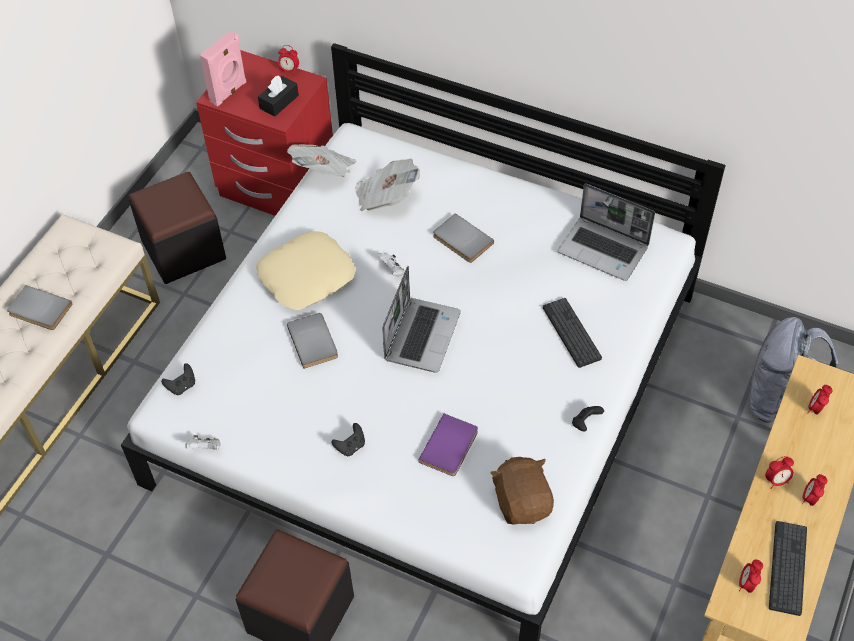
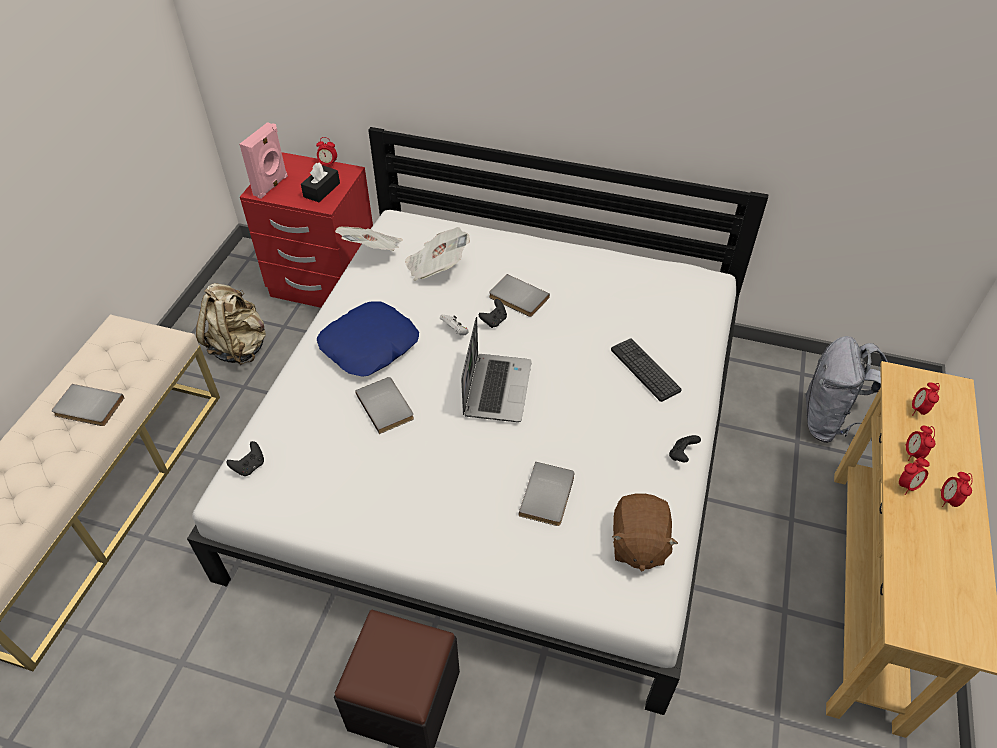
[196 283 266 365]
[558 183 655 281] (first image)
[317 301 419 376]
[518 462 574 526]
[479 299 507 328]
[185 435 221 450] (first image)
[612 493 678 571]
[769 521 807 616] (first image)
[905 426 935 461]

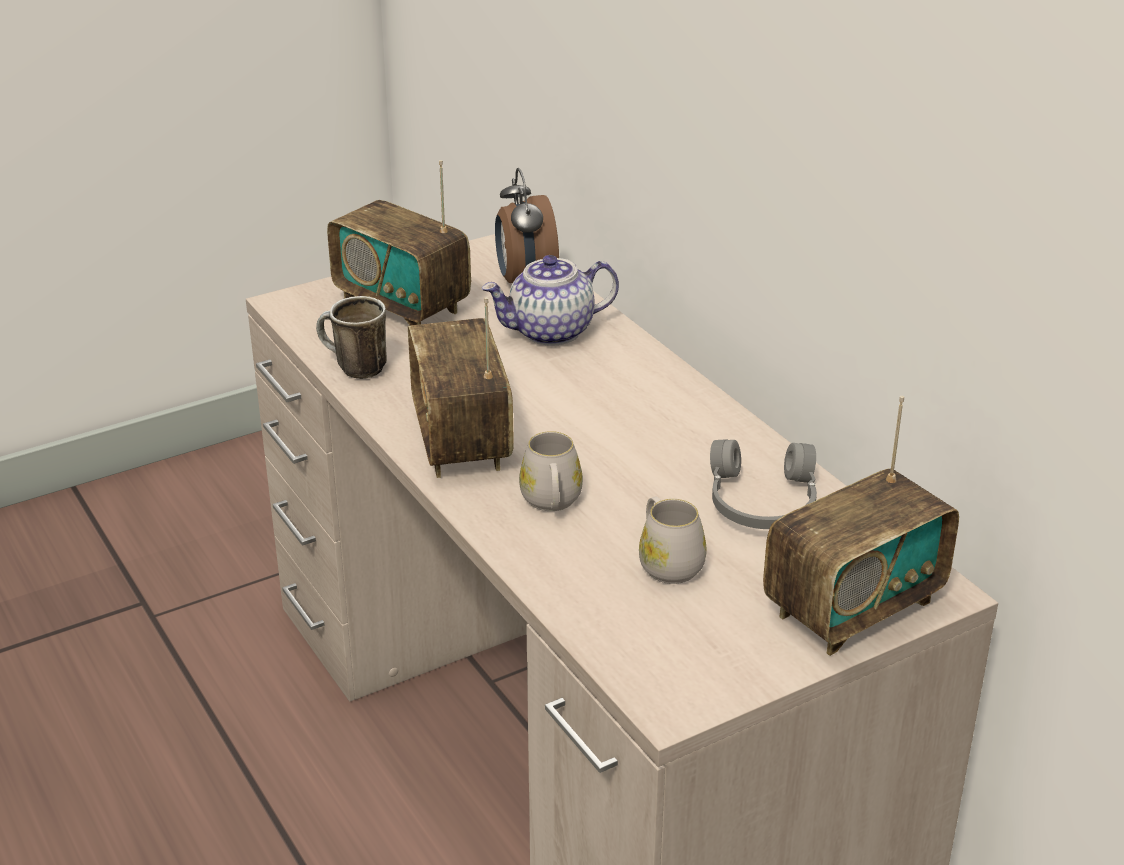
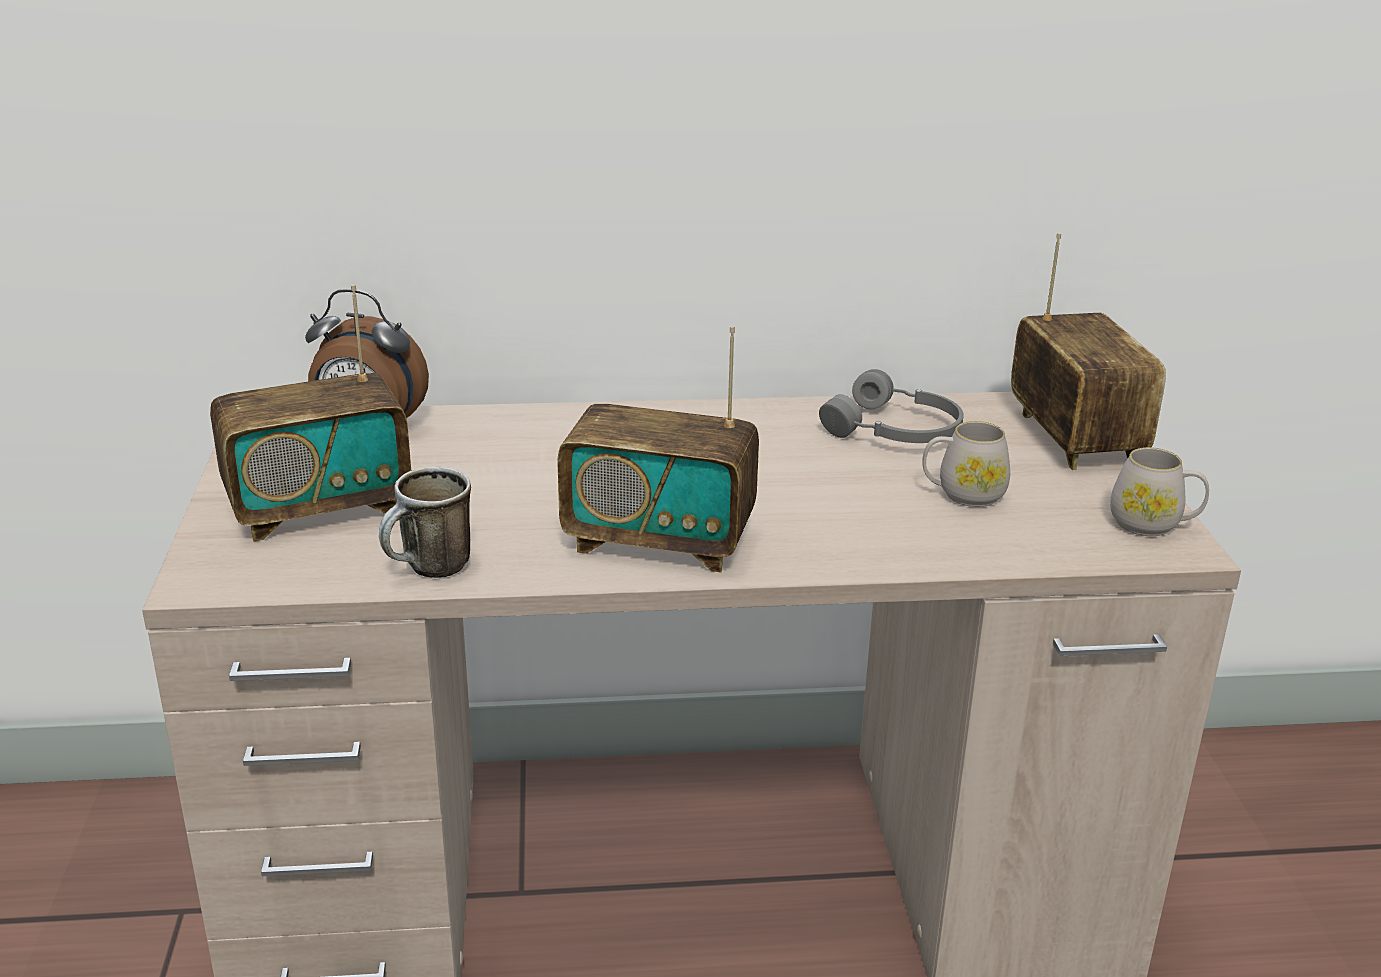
[482 255 619 346] (first image)
[1110 447 1209 536]

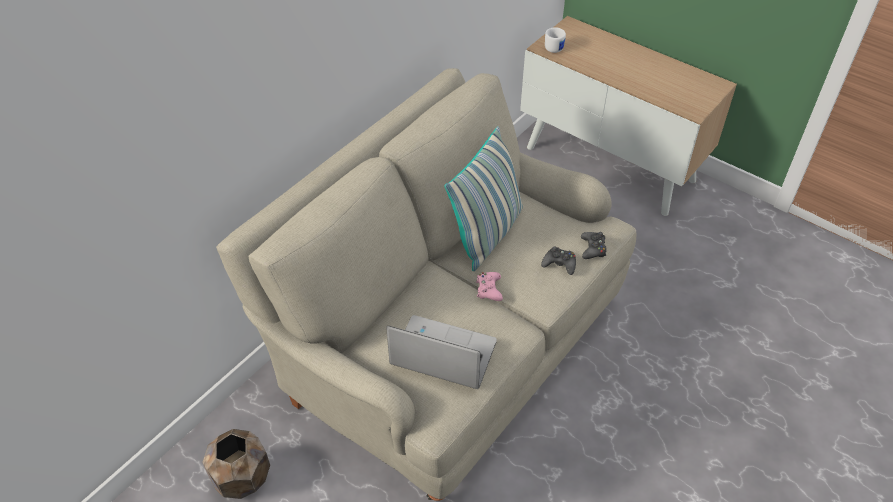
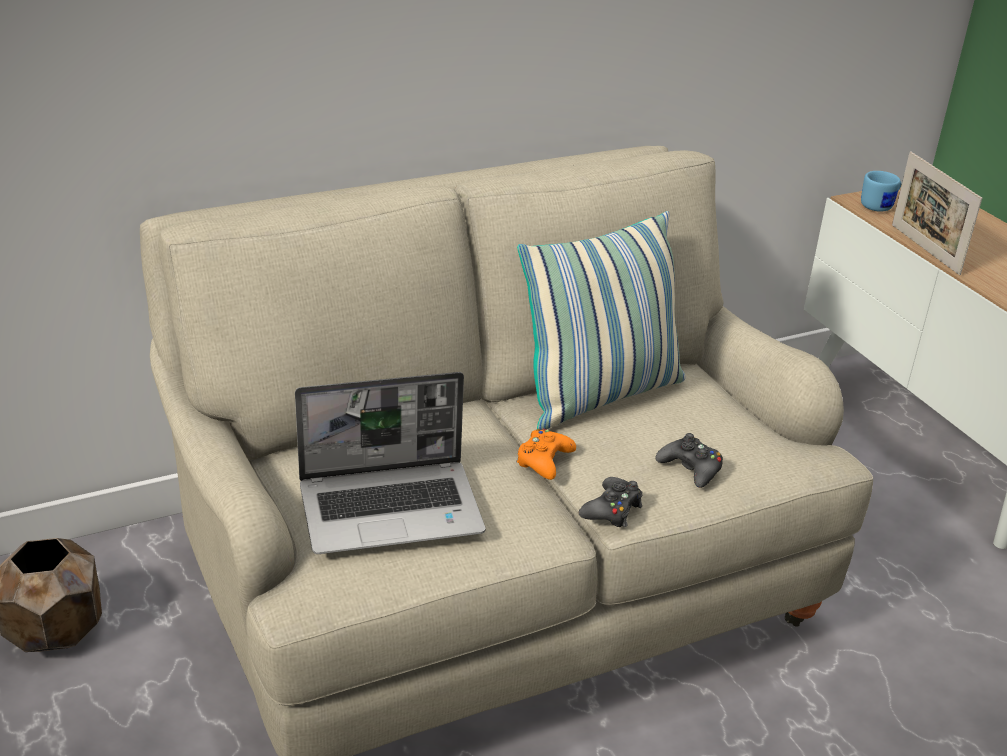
[861 171 901 212]
[579 477 643 527]
[516 429 576 480]
[295 372 486 554]
[892 151 982 275]

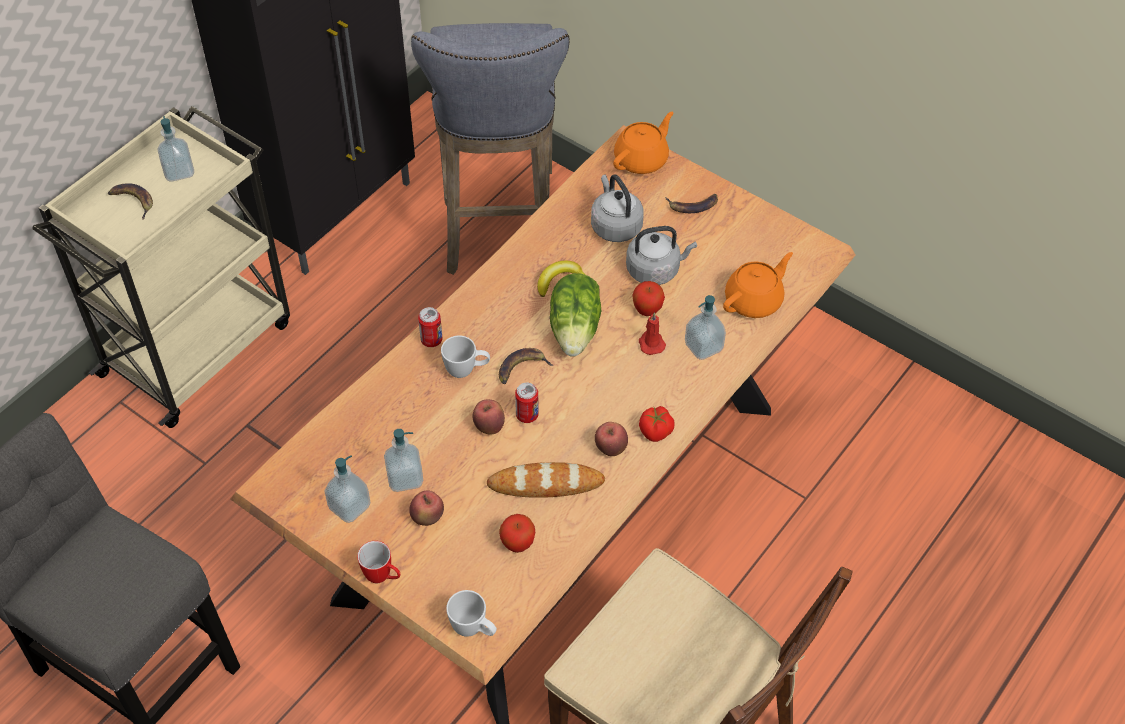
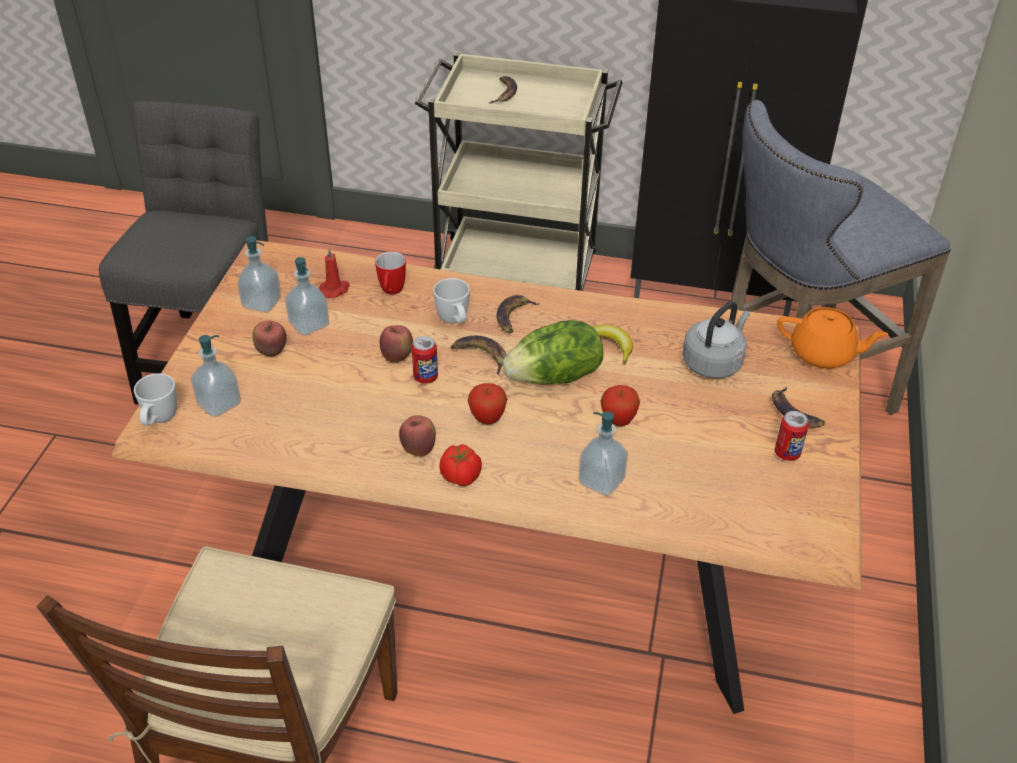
[191 335 241 417]
[626 226 697 285] (first image)
[723 252 793 318] (first image)
[775 411 809 461]
[319 248 350 298]
[487 462 605 498] (first image)
[468 383 507 424]
[375 251 406 295]
[496 295 540 333]

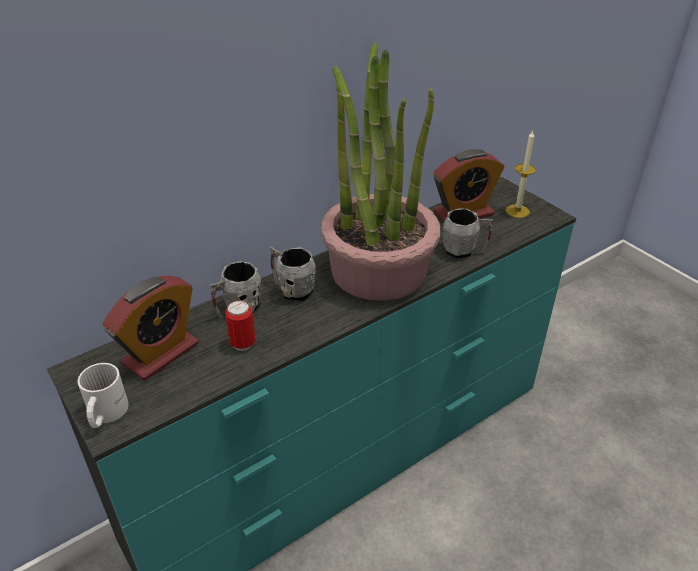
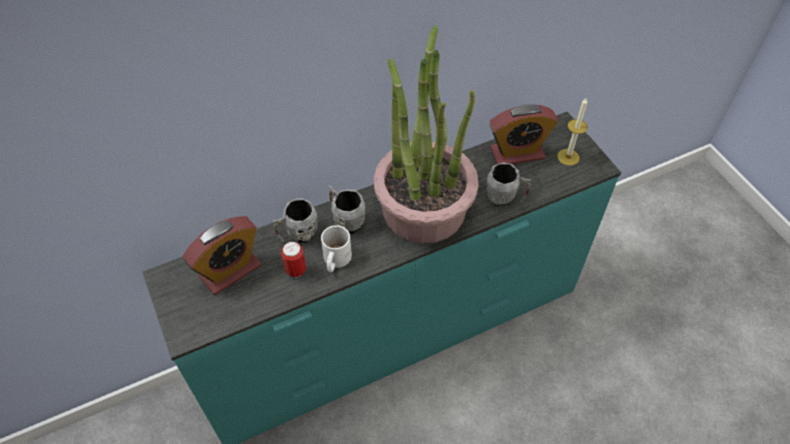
[321 225 352 272]

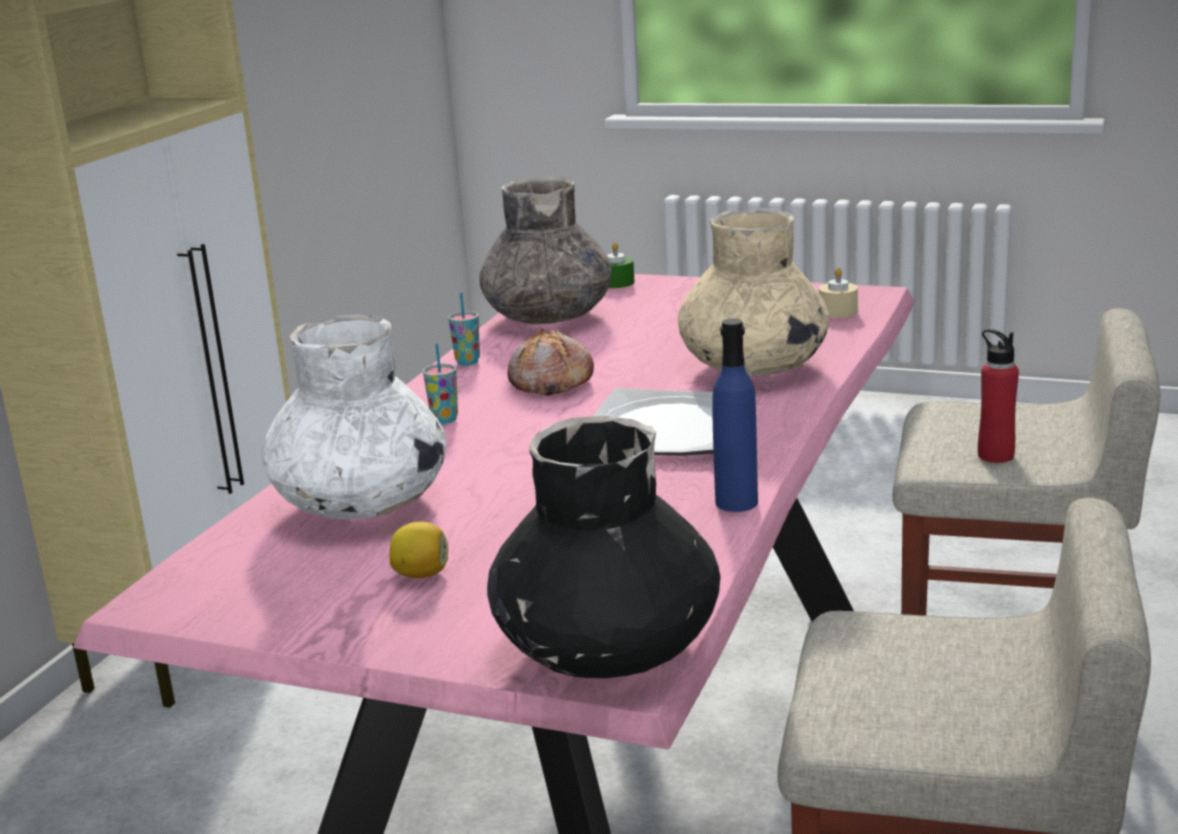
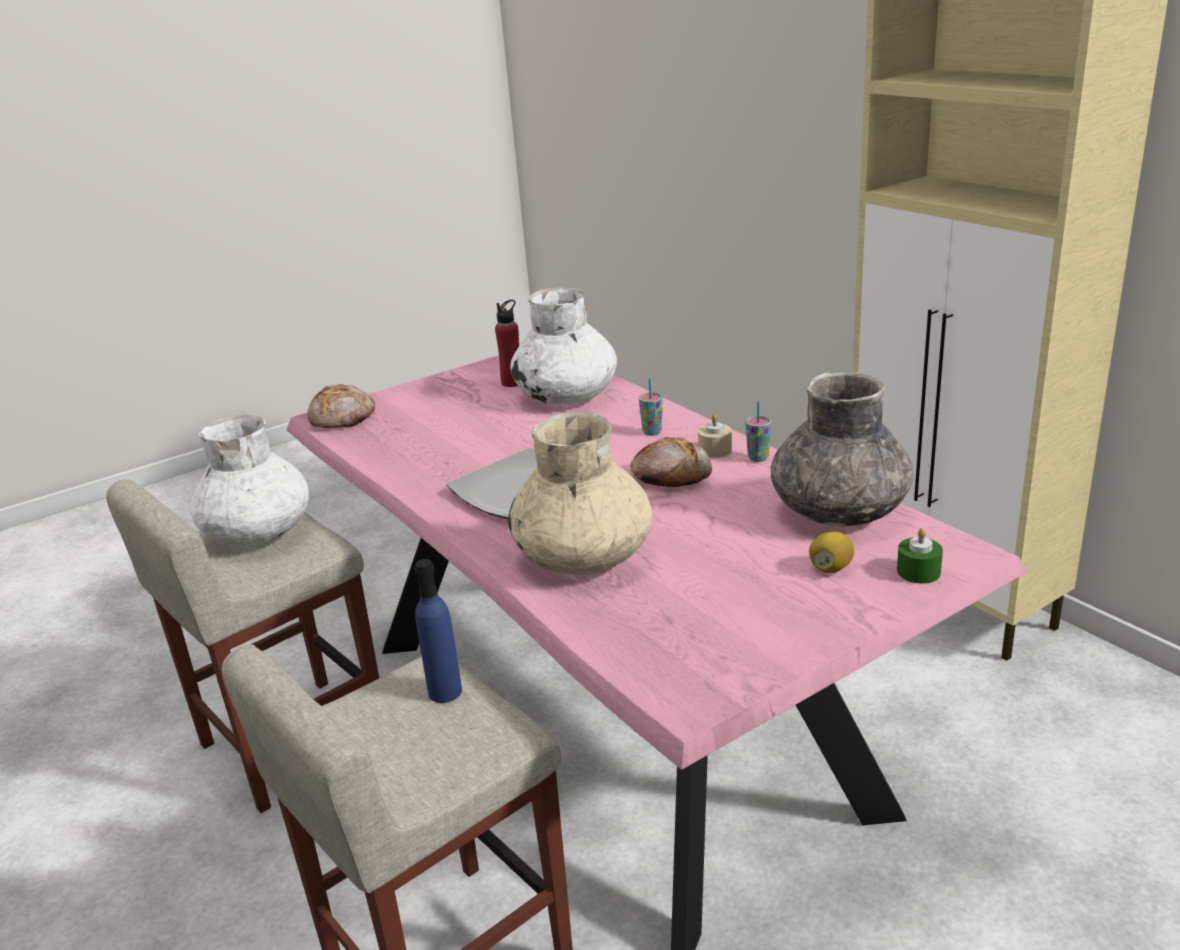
[698 414 732 458]
[414 559 462 703]
[495 299 519 387]
[307 384 375 428]
[809 532 854 573]
[190 415 309 546]

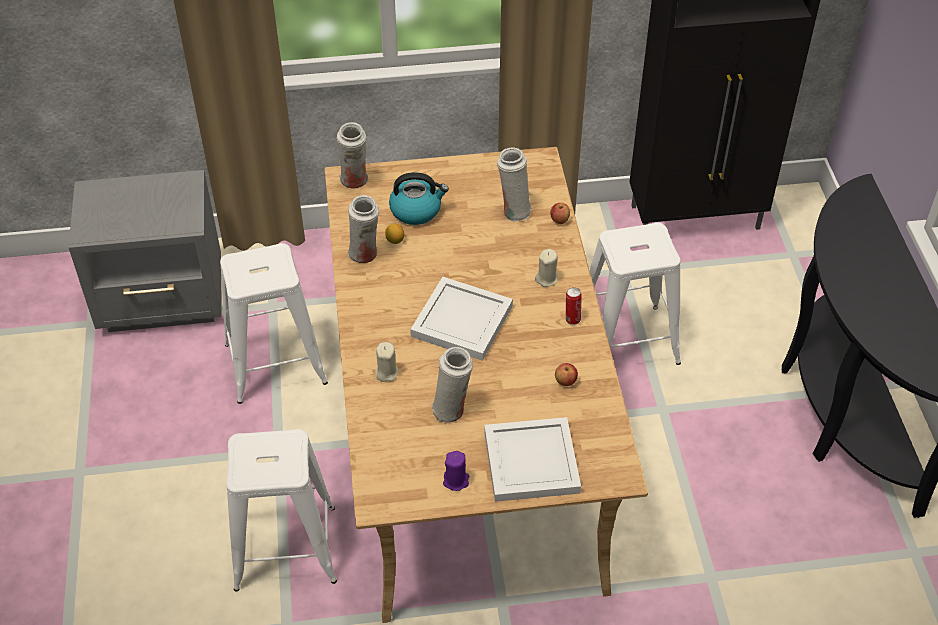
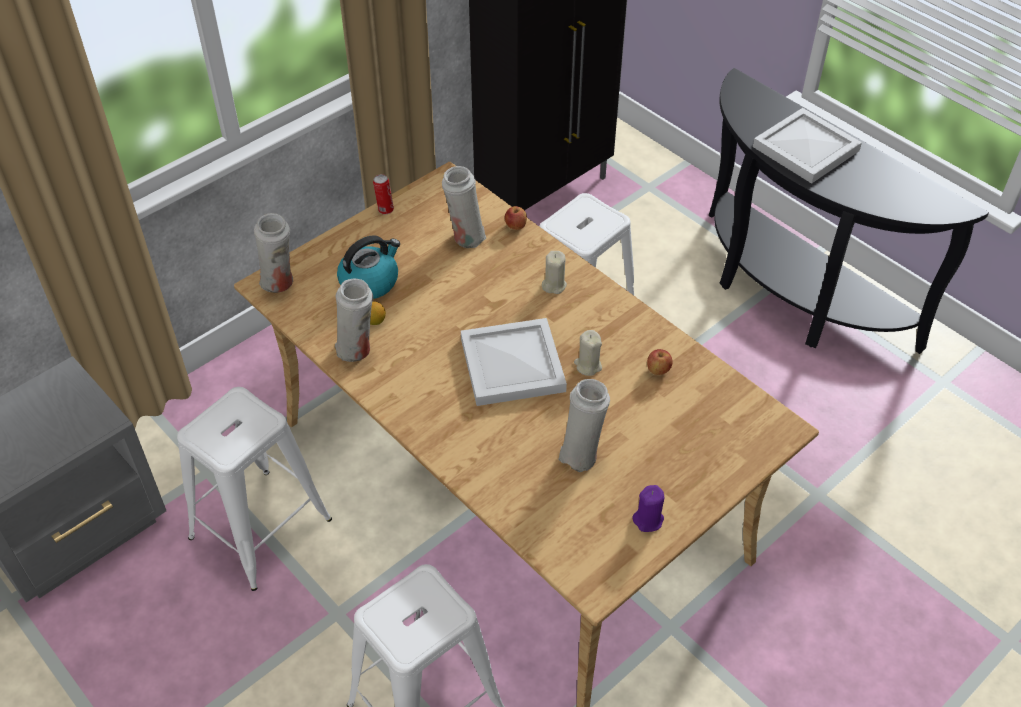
[373 174 394 215]
[574 330 602 376]
[753 108 862 184]

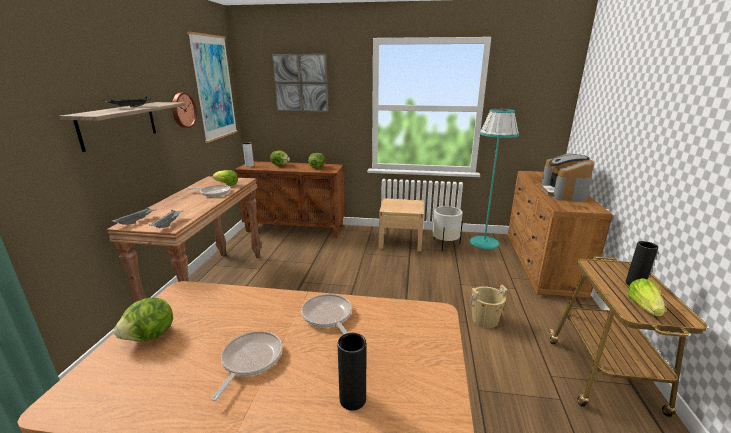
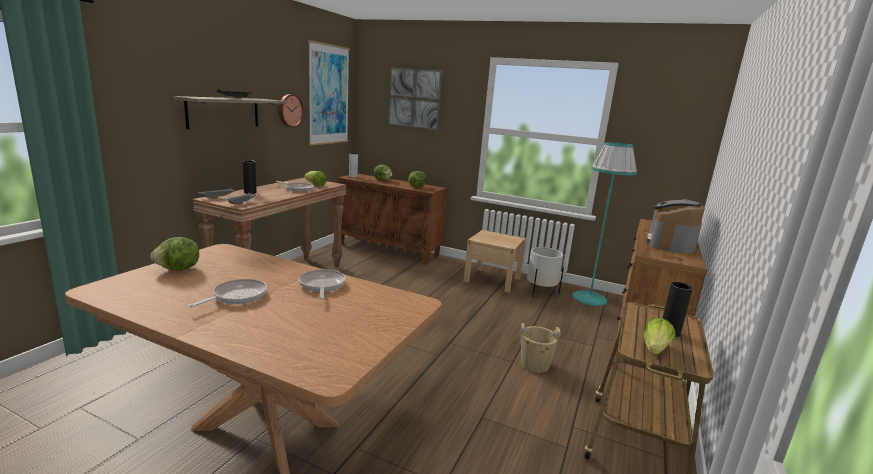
[242 160 257 194]

